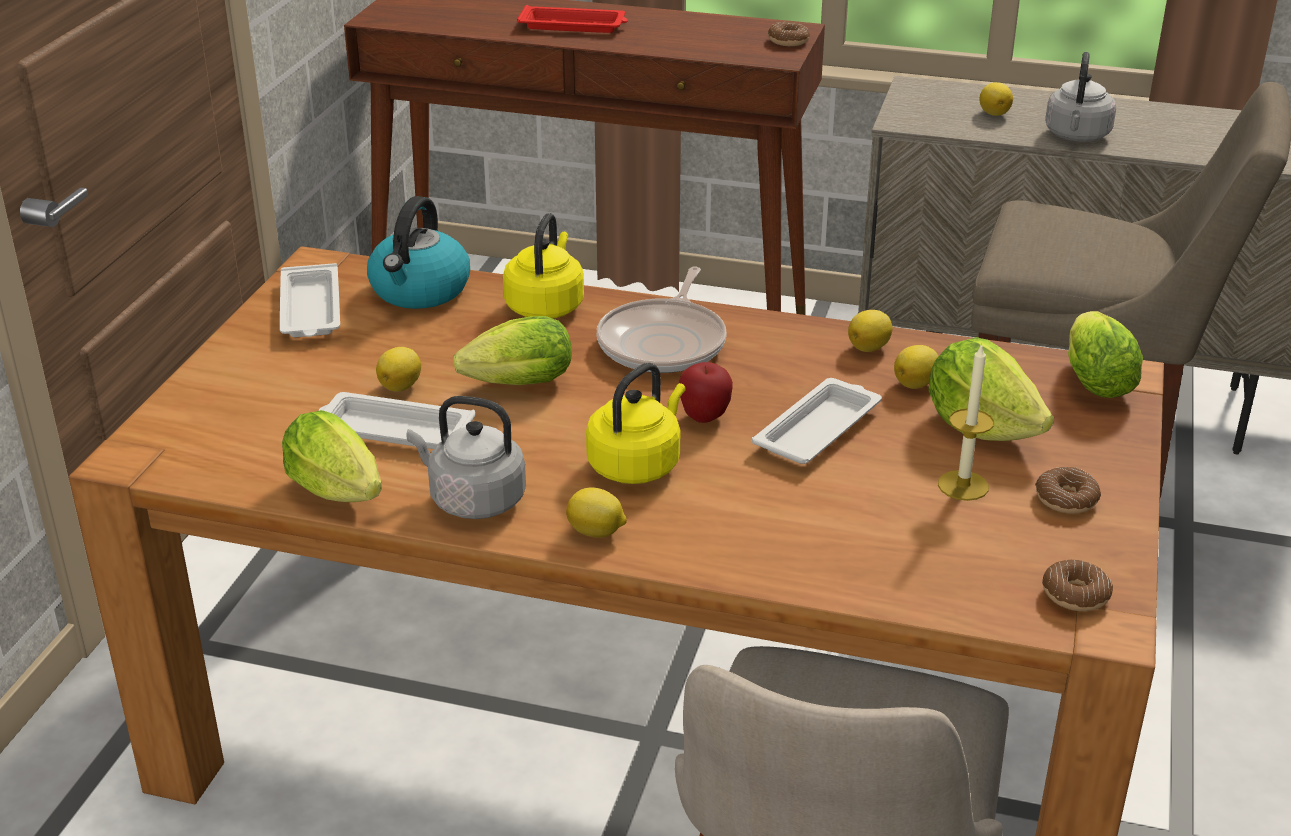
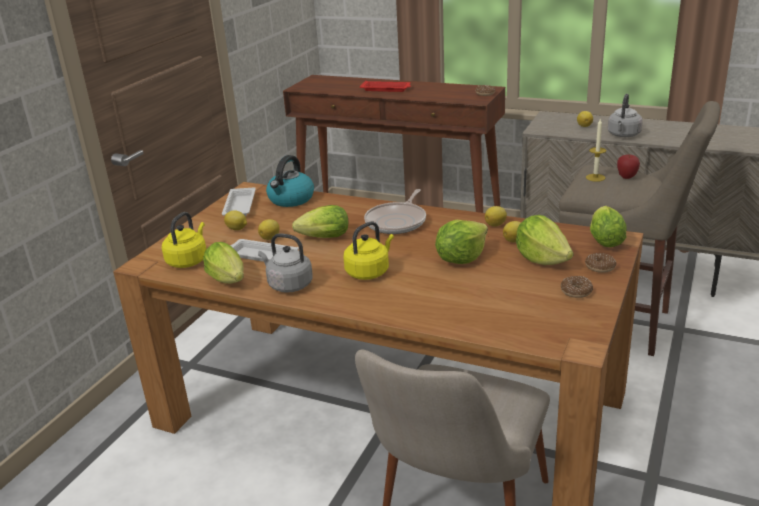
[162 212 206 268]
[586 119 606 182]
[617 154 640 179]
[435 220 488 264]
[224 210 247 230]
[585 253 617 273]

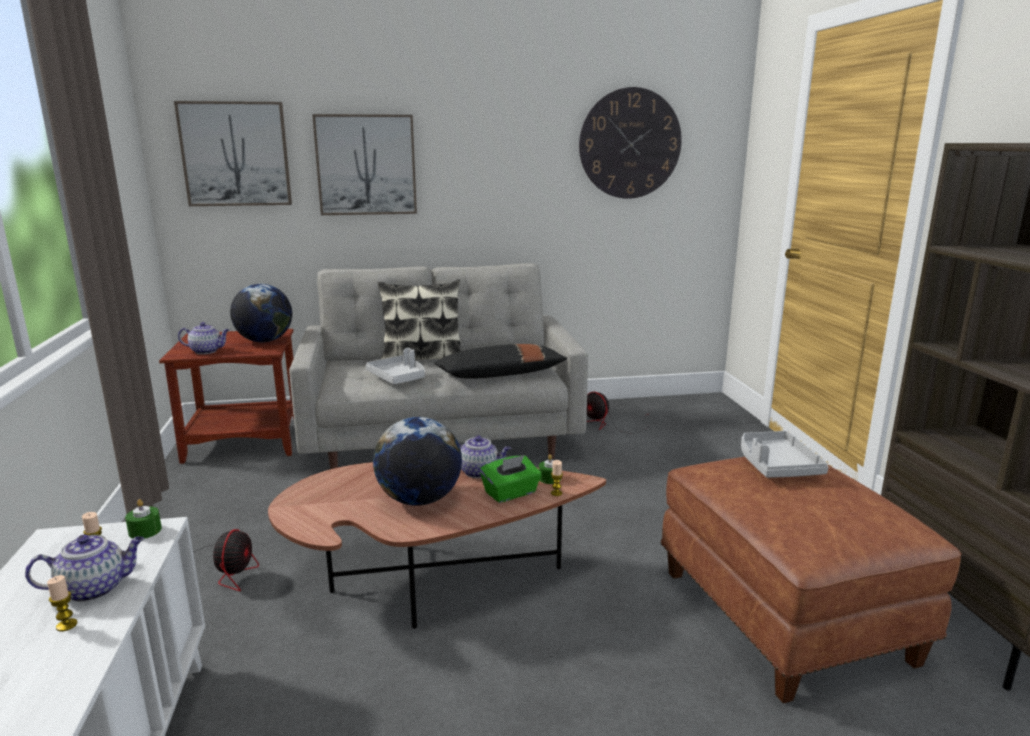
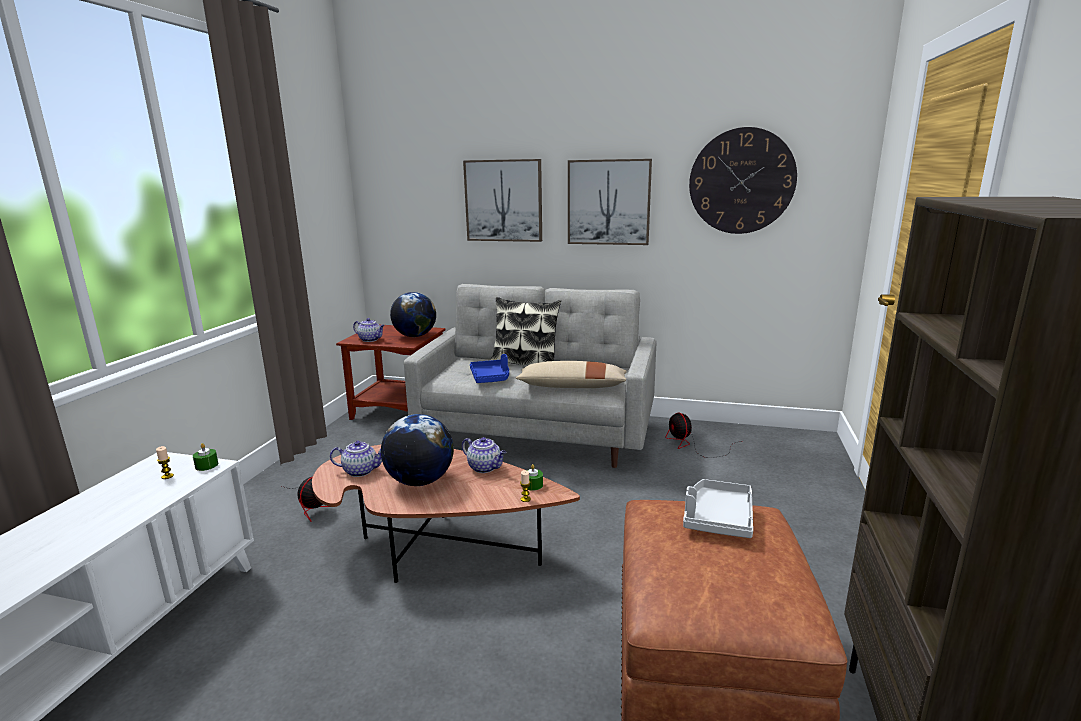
[568 159 652 245]
[516 361 627 388]
[470 354 509 383]
[480 455 542 503] (first image)
[330 441 382 477]
[47 575 77 632] (first image)

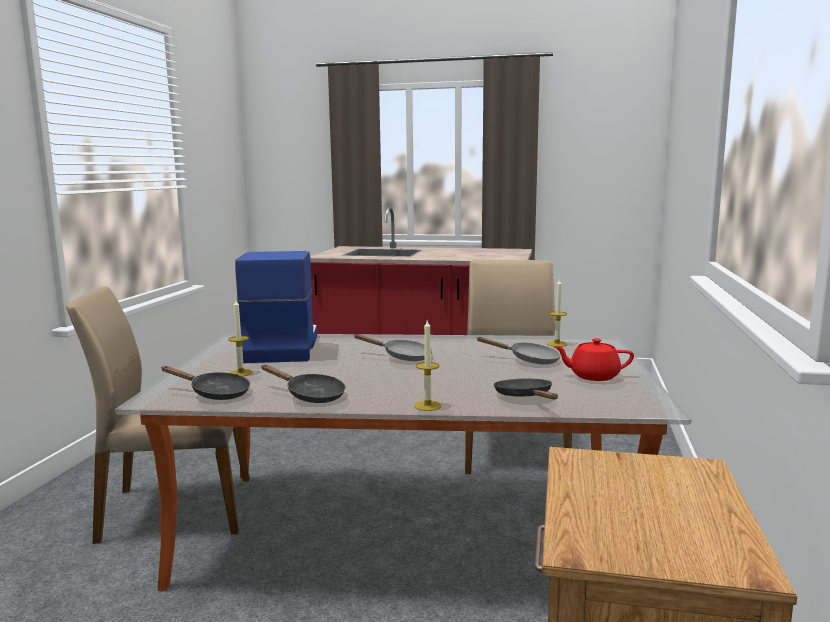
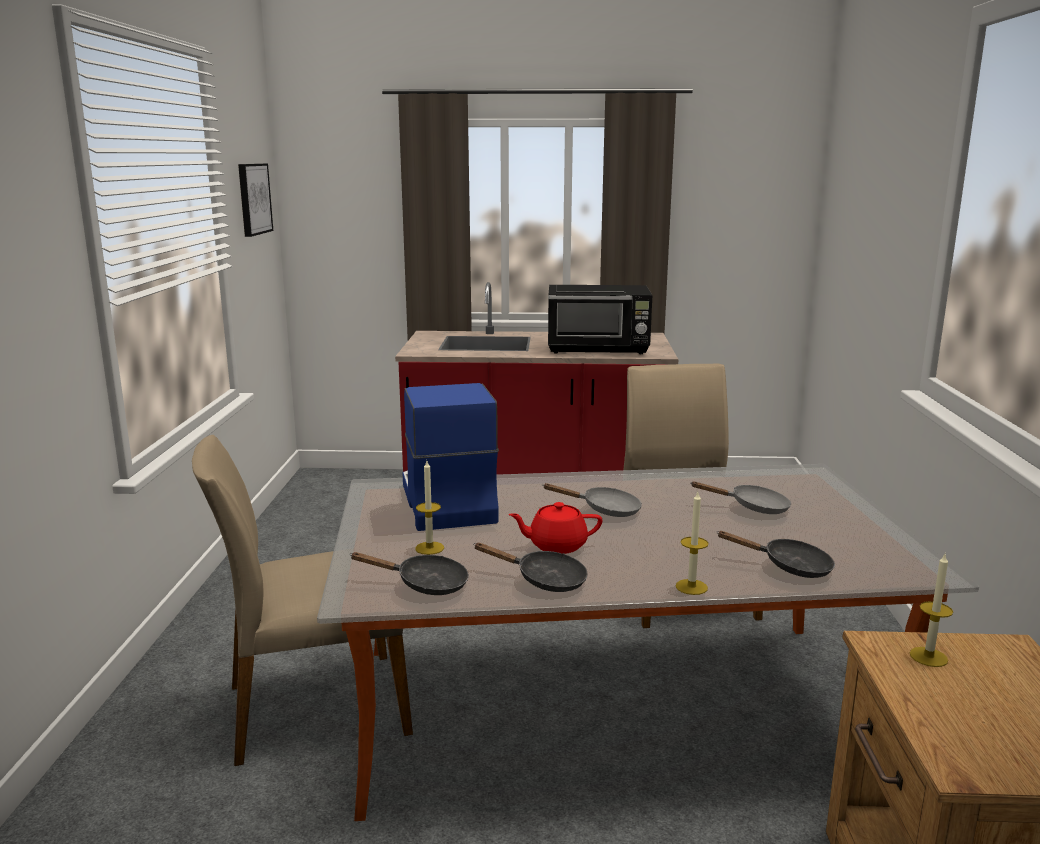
[910 554 953 667]
[509 502 602 554]
[717 531 835 578]
[238 163 273 237]
[548 285 652 354]

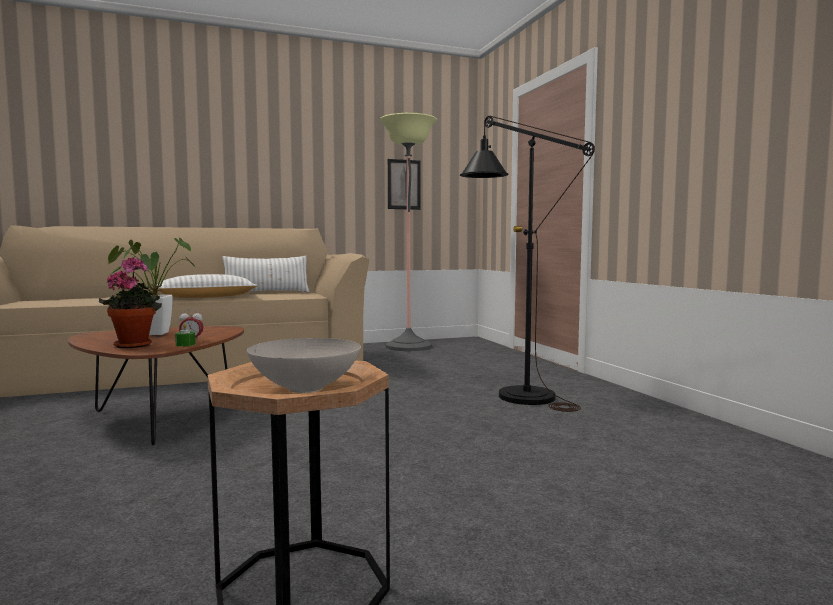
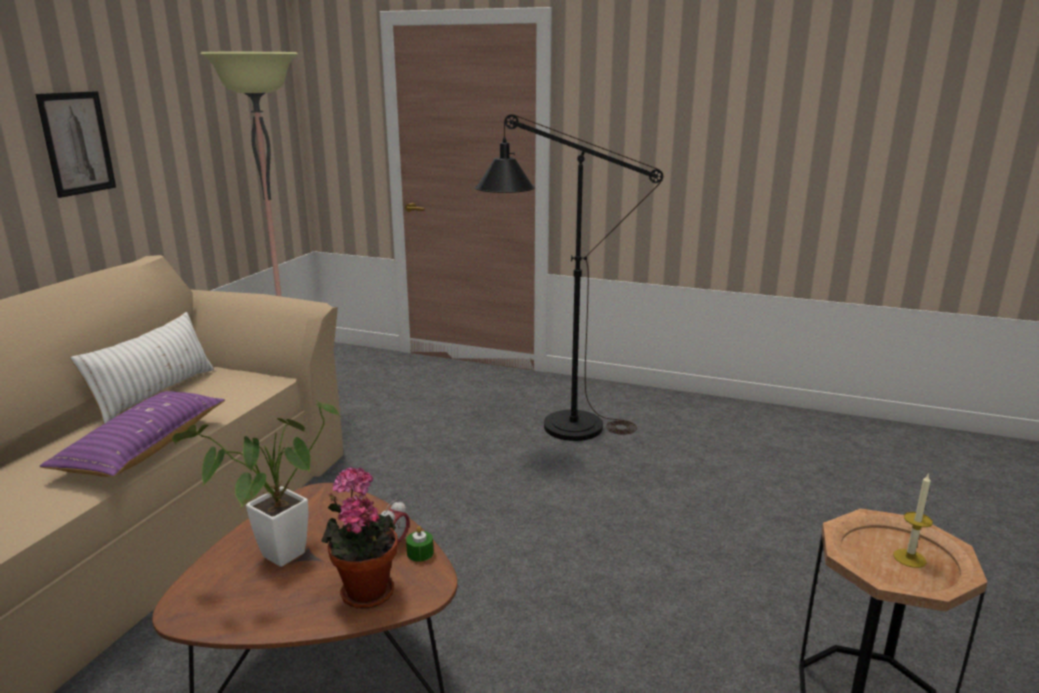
[35 91 116 198]
[40 391 225 477]
[893 473 933 568]

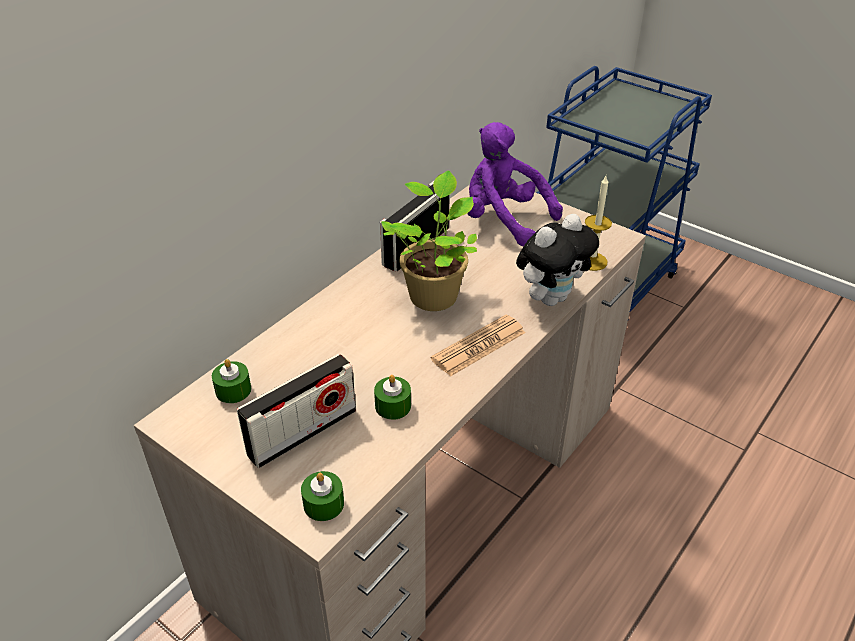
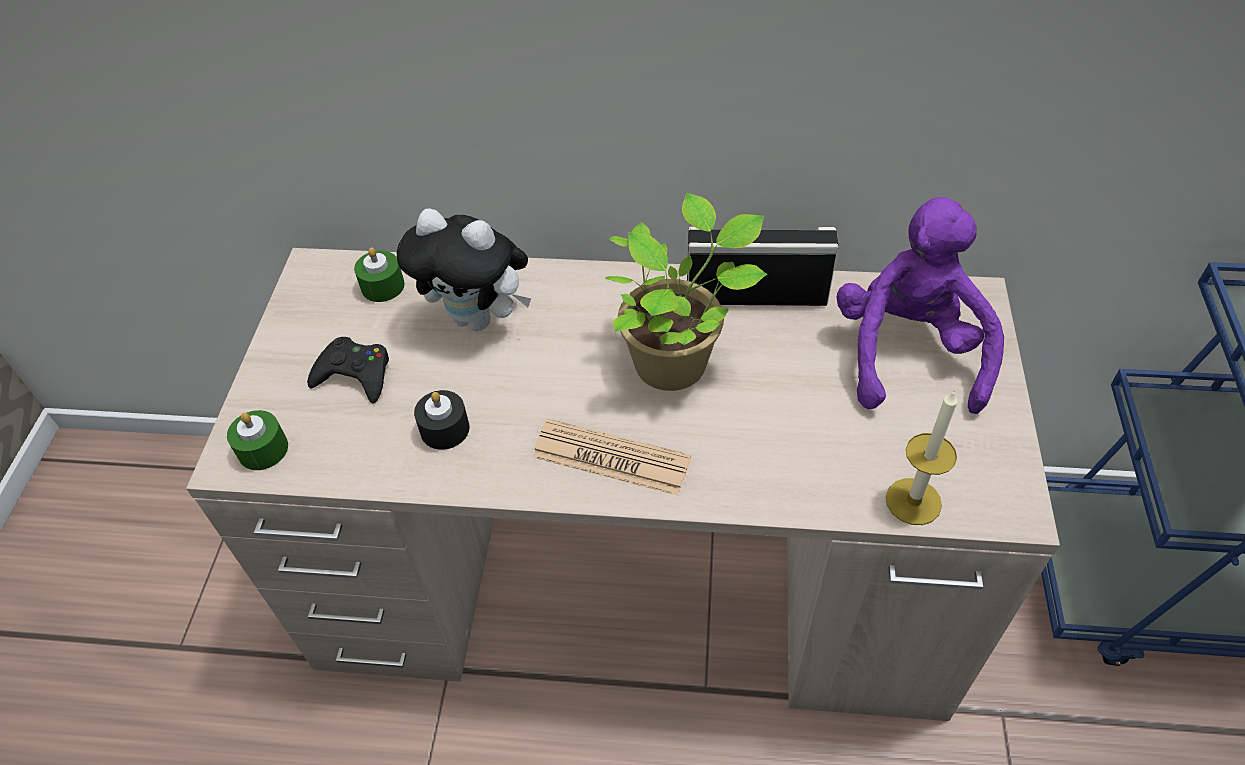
[397 209 531 331]
[307 337 389 403]
[414 390 470 450]

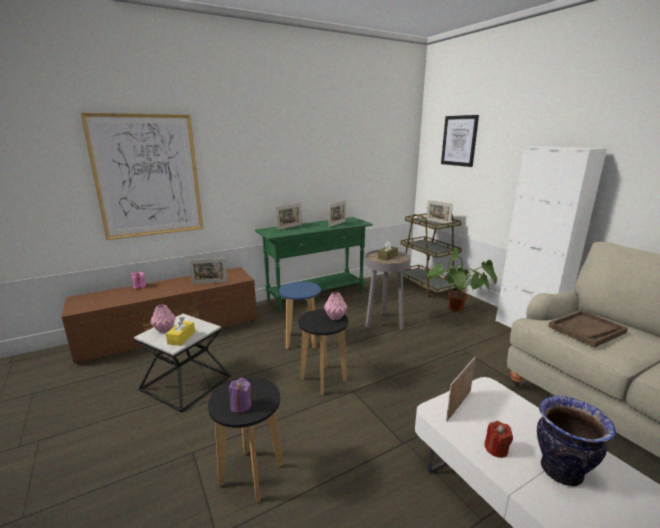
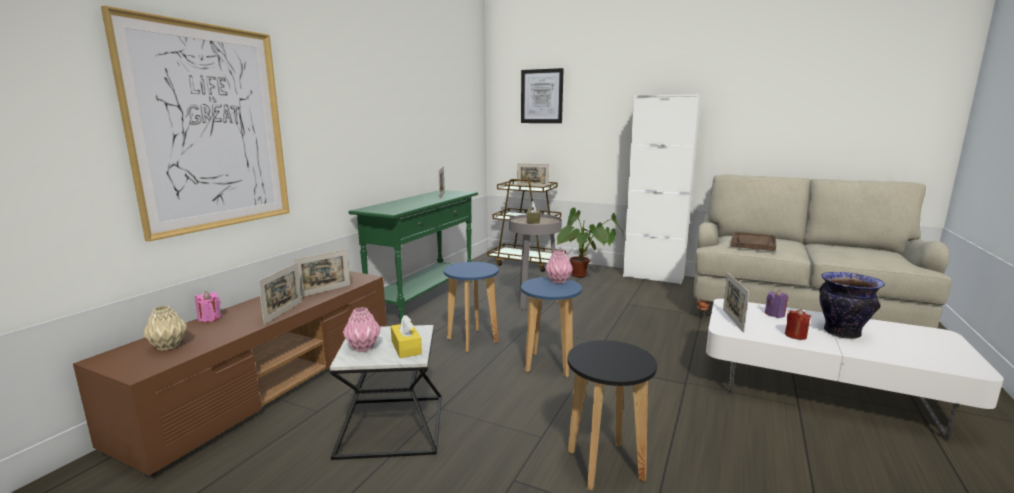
[258 263 302 325]
[521 277 582 377]
[765 290 788 318]
[143 306 187 351]

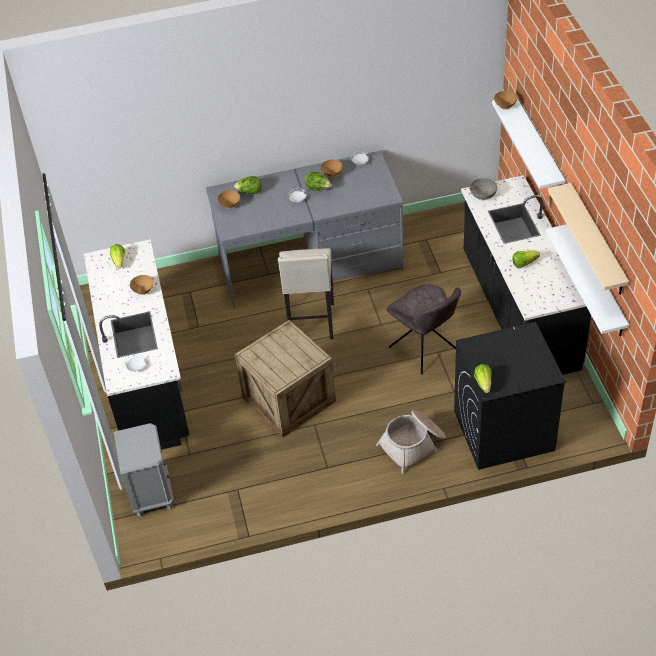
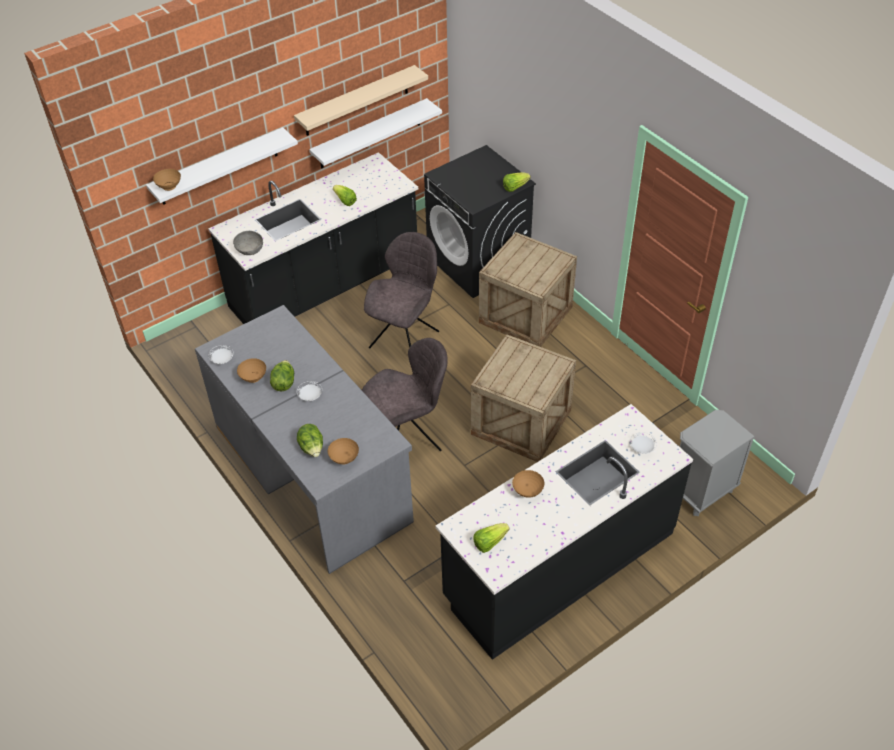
[362 338 448 451]
[479 232 577 347]

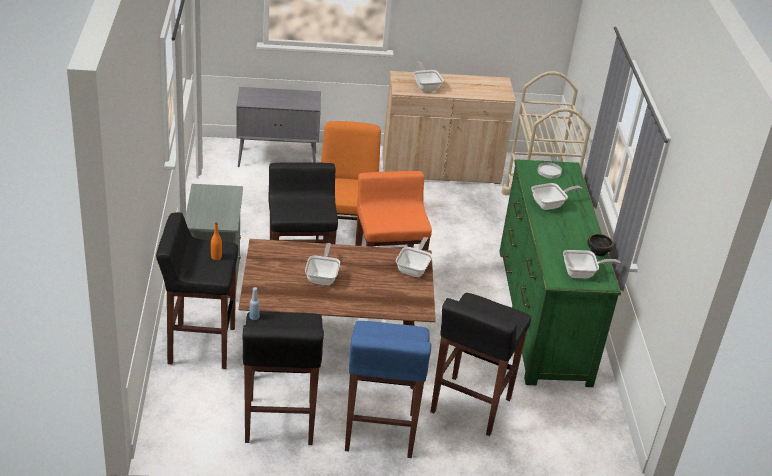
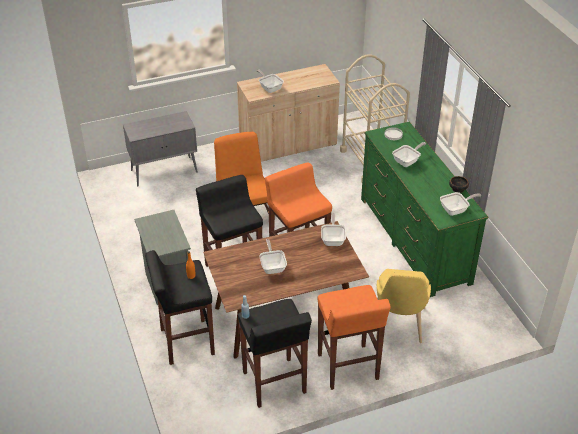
[376 269 431 343]
[318 285 391 390]

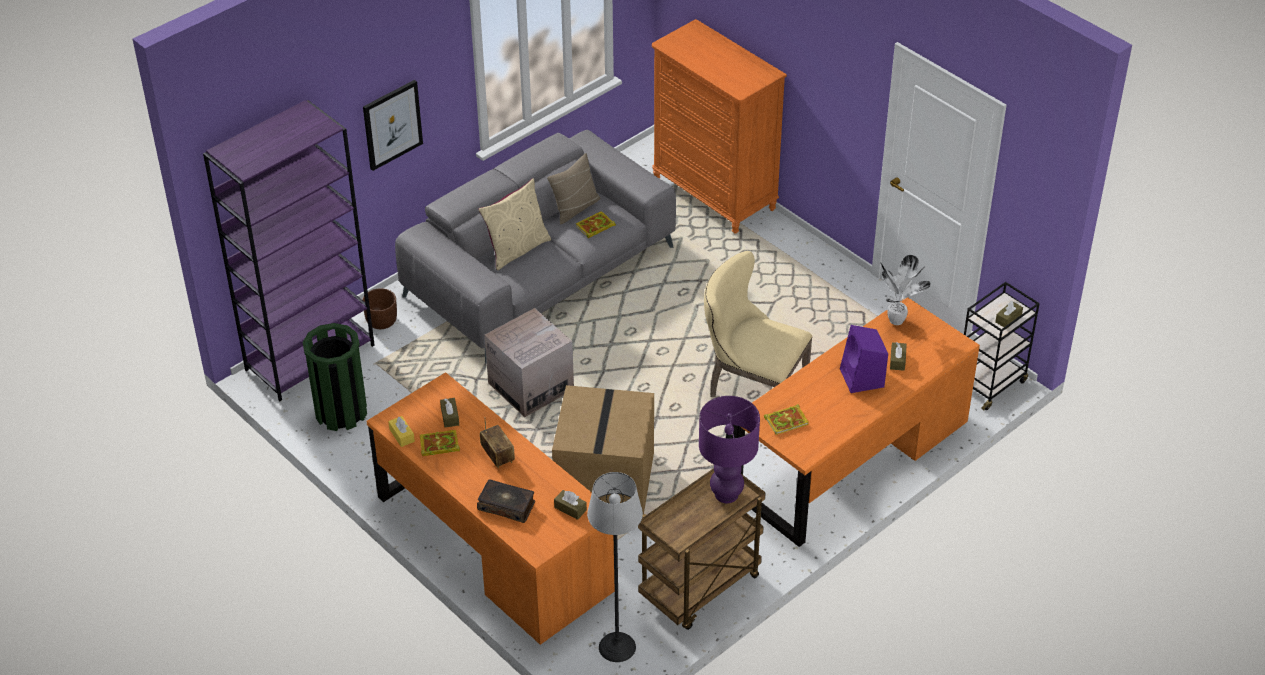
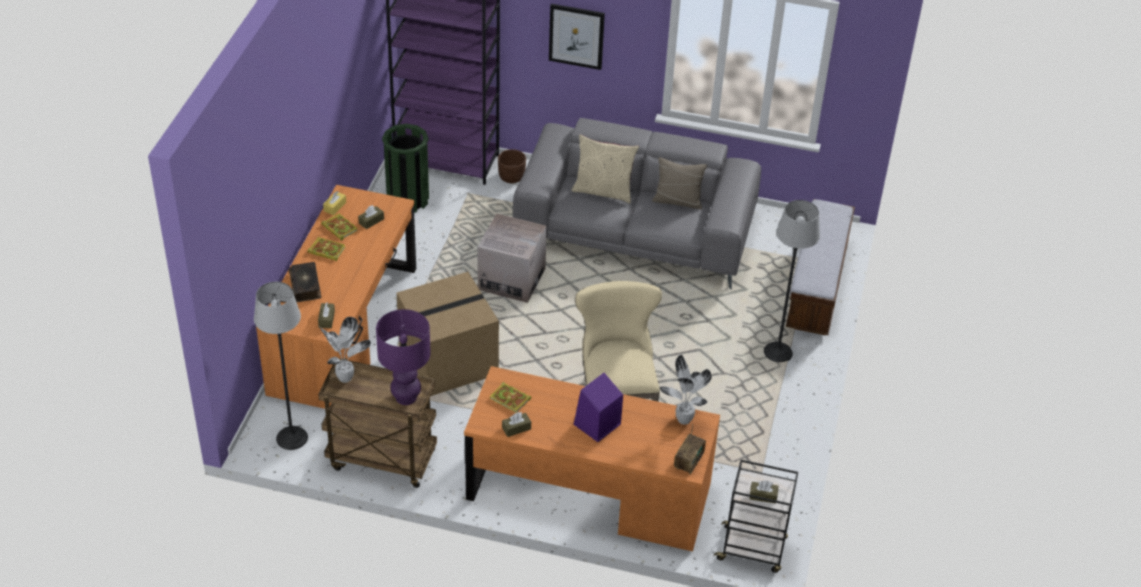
[786 199 855 335]
[307 237 346 261]
[502 412 531 437]
[674 424 706 475]
[764 200 820 362]
[319 317 371 383]

